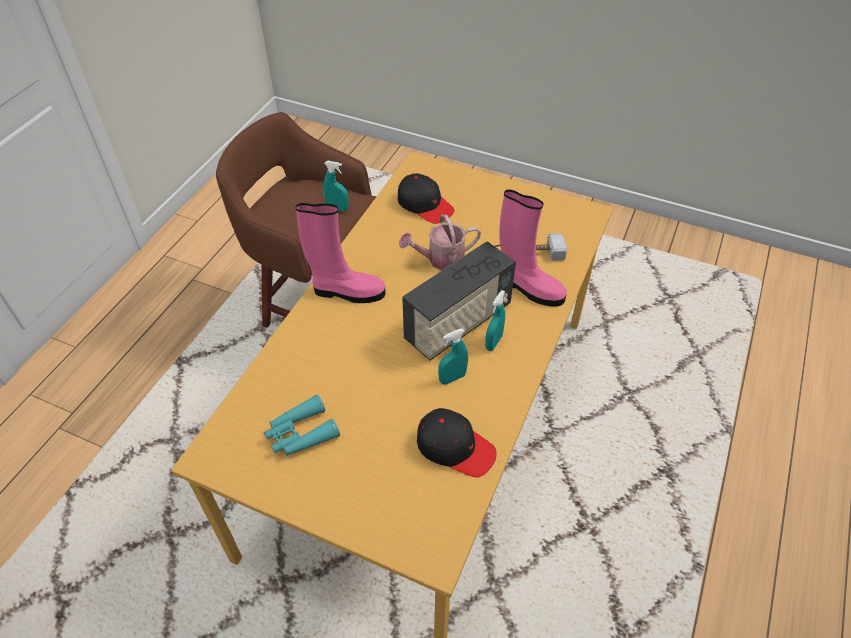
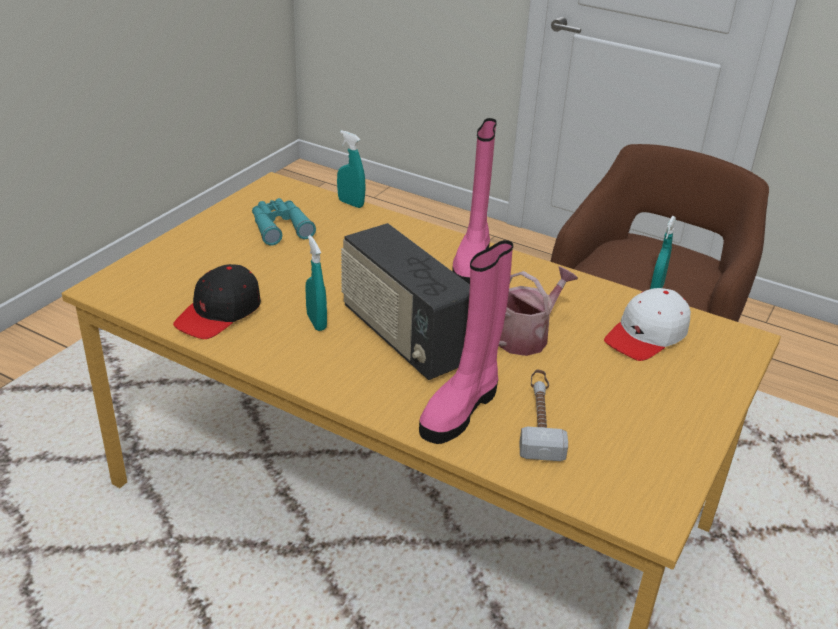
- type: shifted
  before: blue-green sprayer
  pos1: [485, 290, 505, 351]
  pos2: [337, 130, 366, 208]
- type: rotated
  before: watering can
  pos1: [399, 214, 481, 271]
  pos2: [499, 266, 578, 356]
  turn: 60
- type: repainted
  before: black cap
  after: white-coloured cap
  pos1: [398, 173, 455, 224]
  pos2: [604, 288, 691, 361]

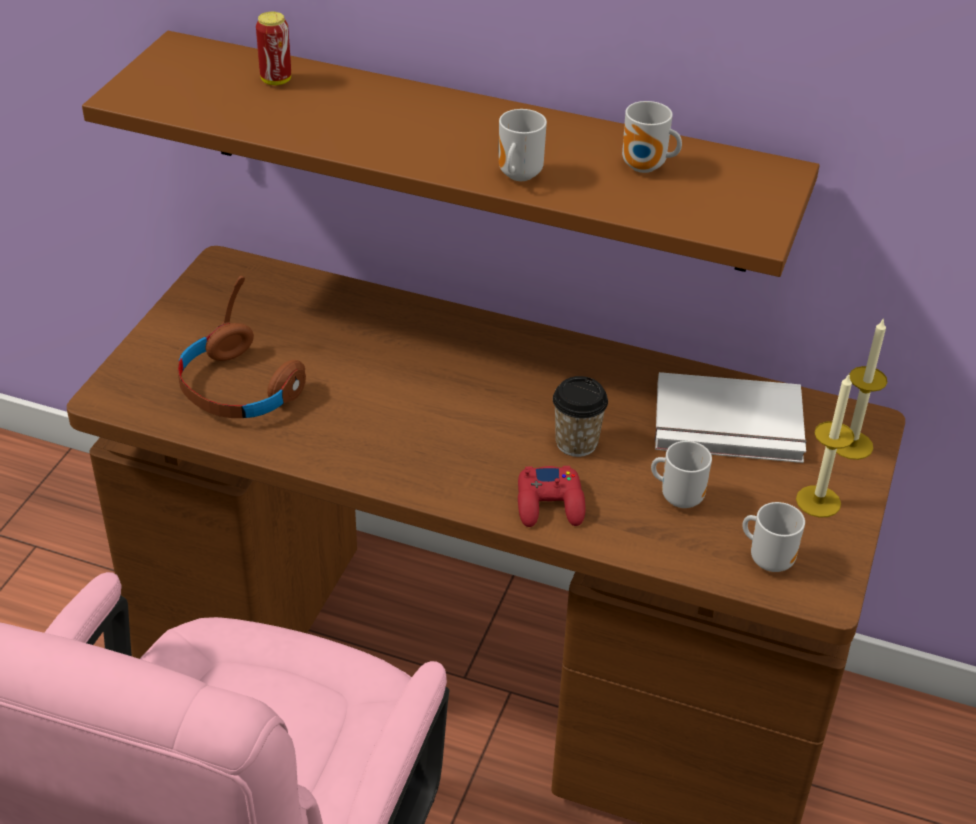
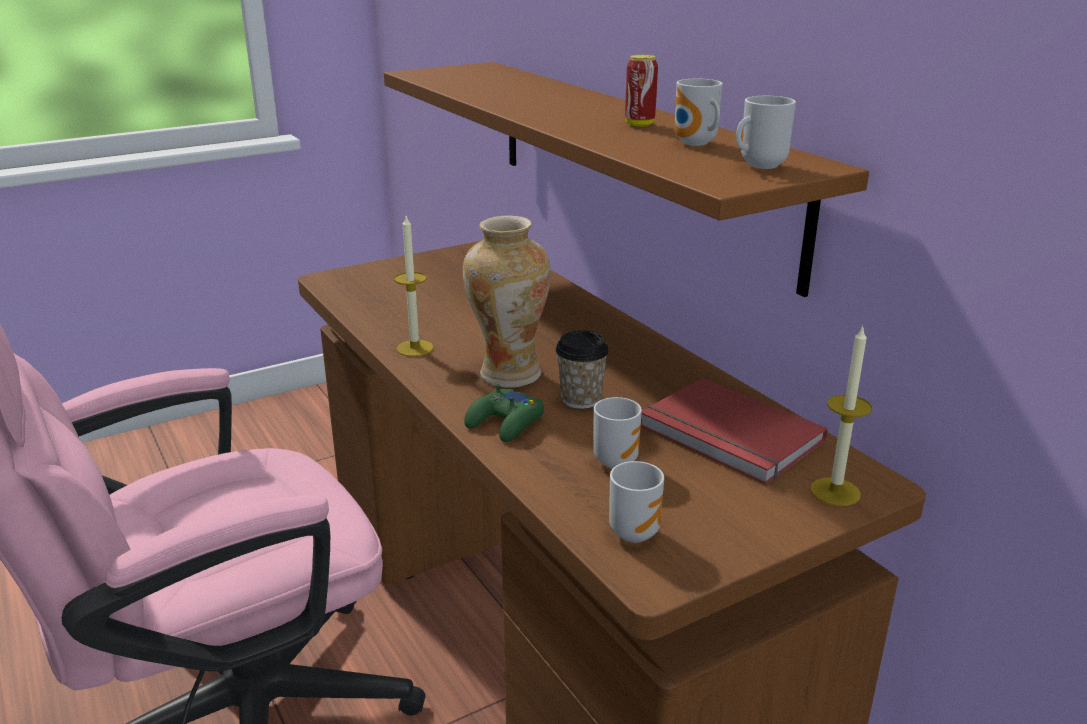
- type: shifted
  before: wax candle
  pos1: [796, 375, 855, 518]
  pos2: [394, 216, 434, 357]
- type: new
  after: flower vase
  pos2: [463, 216, 551, 388]
- type: repainted
  before: reddish joypad
  after: green joypad
  pos1: [518, 466, 585, 527]
  pos2: [464, 384, 544, 442]
- type: shifted
  before: sealed can
  pos1: [256, 12, 291, 85]
  pos2: [625, 54, 658, 127]
- type: repainted
  before: white-coloured book
  after: reddish book
  pos1: [655, 372, 806, 463]
  pos2: [641, 378, 828, 484]
- type: shifted
  before: mug
  pos1: [499, 109, 547, 181]
  pos2: [736, 96, 796, 169]
- type: gone
  before: brown headset
  pos1: [177, 276, 306, 418]

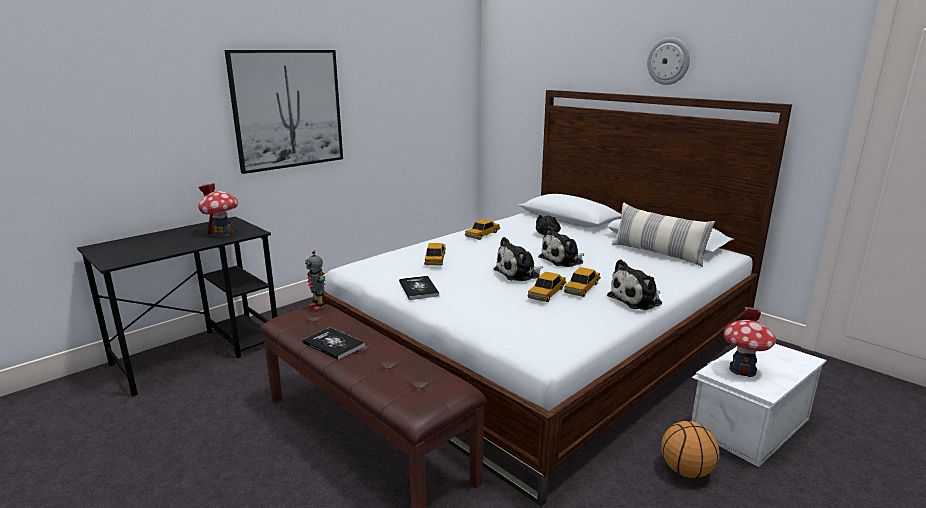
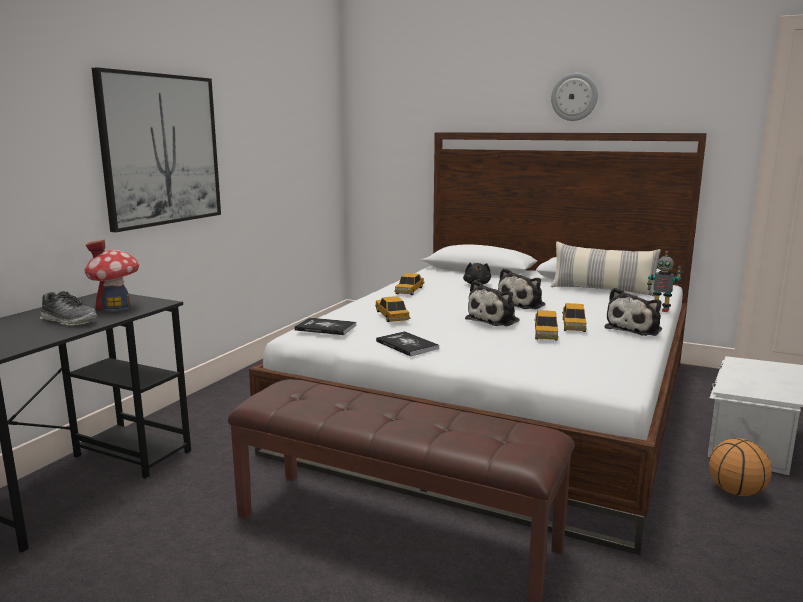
- type: new
  after: low shoe
  pos2: [40, 291, 98, 325]
- type: shifted
  before: book
  pos1: [302, 327, 365, 360]
  pos2: [295, 317, 357, 335]
- type: shifted
  before: model robot
  pos1: [305, 251, 325, 311]
  pos2: [647, 251, 682, 312]
- type: gone
  before: miniature house
  pos1: [724, 307, 776, 377]

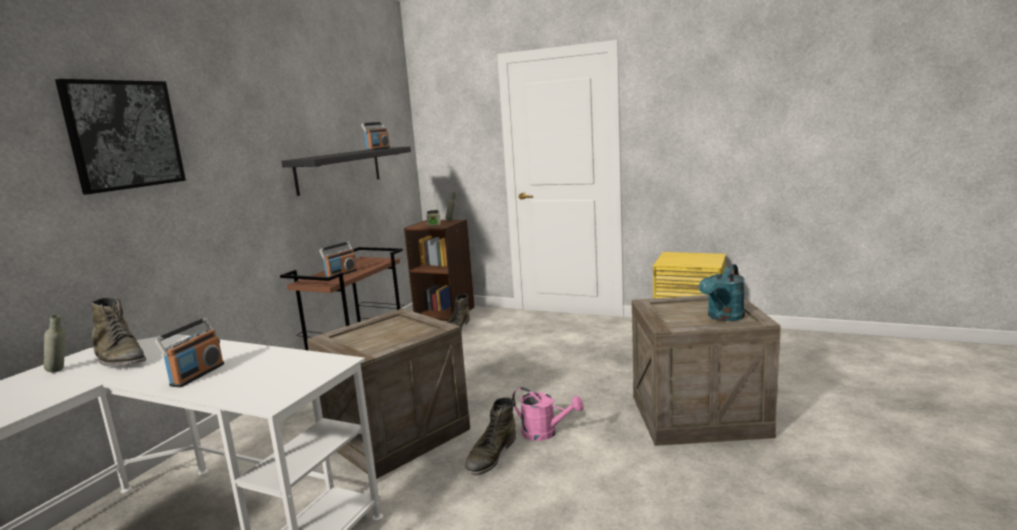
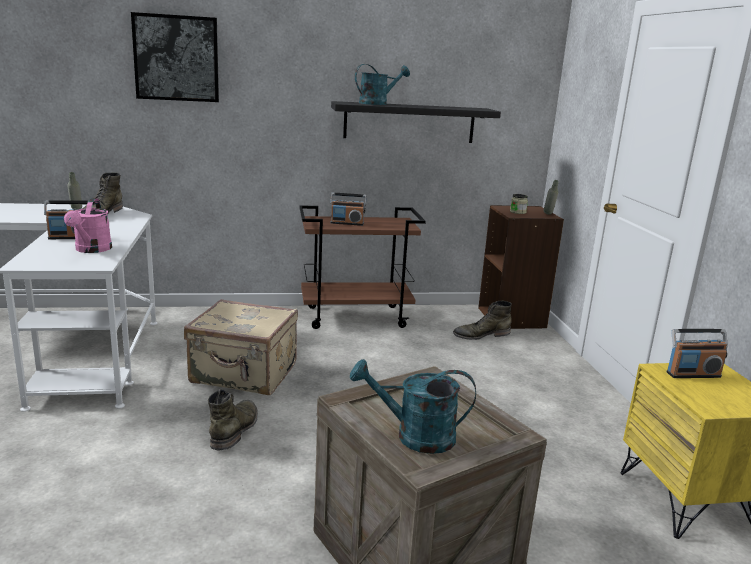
- type: shifted
  before: pinkish watering can
  pos1: [512, 387, 584, 441]
  pos2: [64, 198, 112, 253]
- type: swapped
  before: crate
  after: sand-coloured piece of luggage
  pos1: [307, 308, 470, 479]
  pos2: [184, 299, 298, 395]
- type: rotated
  before: green high-top boot
  pos1: [464, 397, 516, 476]
  pos2: [208, 389, 258, 451]
  turn: 105
- type: new
  after: blue-green watering can
  pos2: [355, 64, 410, 105]
- type: shifted
  before: radio receiver
  pos1: [361, 122, 390, 151]
  pos2: [667, 329, 728, 378]

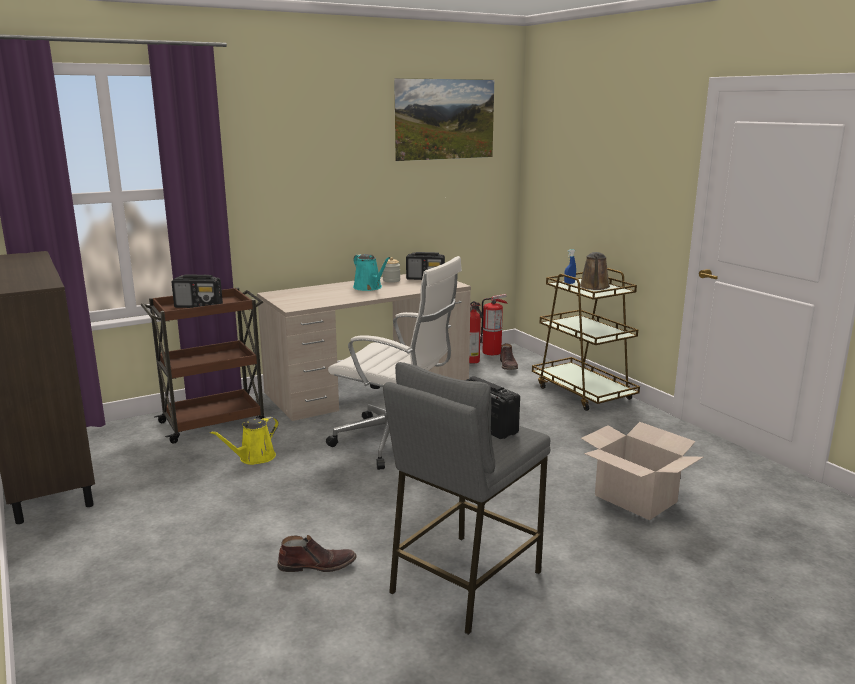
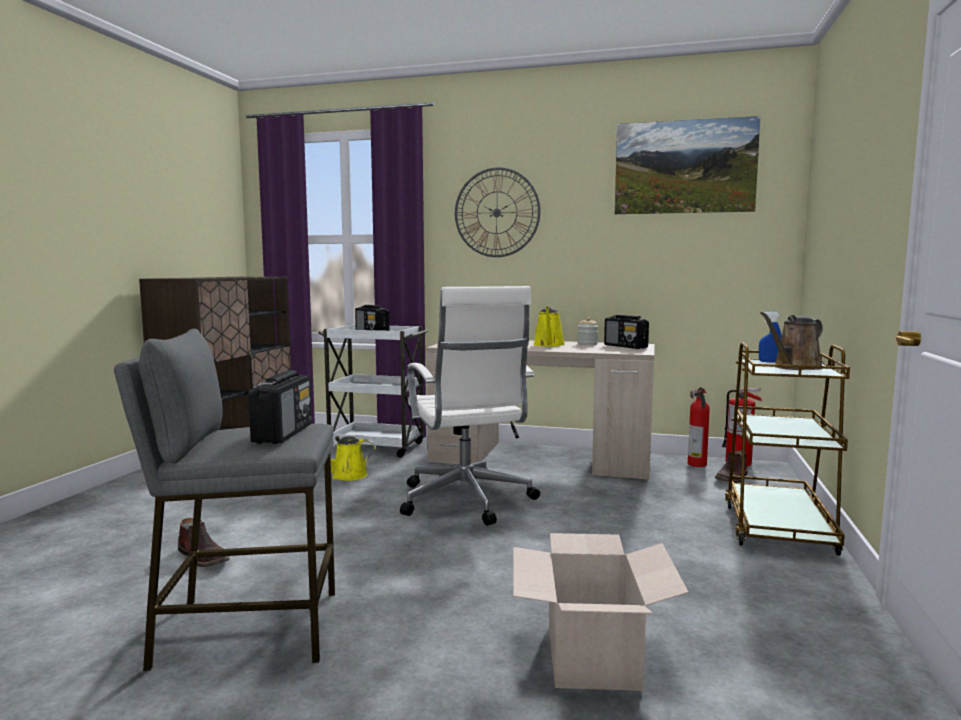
- type: repainted
  before: brown cart
  after: white-coloured cart
  pos1: [141, 288, 264, 444]
  pos2: [318, 324, 429, 457]
- type: new
  after: wall clock
  pos2: [455, 168, 540, 257]
- type: repainted
  before: blue-green watering can
  after: yellow watering can
  pos1: [353, 254, 390, 291]
  pos2: [533, 306, 565, 347]

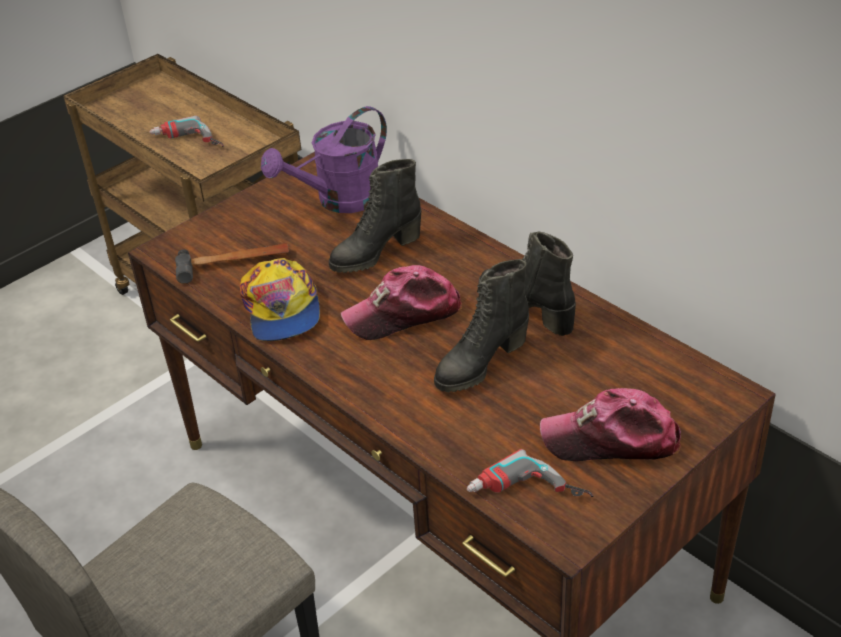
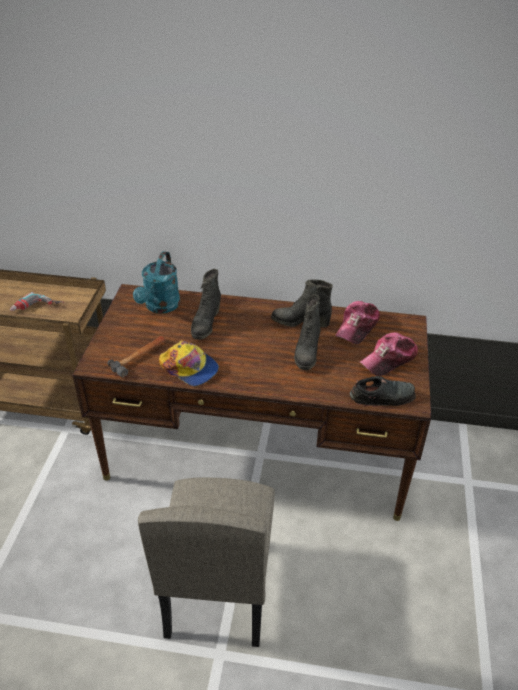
- type: repainted
  before: purple-coloured watering can
  after: blue-green watering can
  pos1: [261, 106, 387, 213]
  pos2: [133, 251, 180, 314]
- type: shifted
  before: cap
  pos1: [341, 265, 462, 340]
  pos2: [335, 301, 380, 344]
- type: swapped
  before: electric drill
  after: black low shoe
  pos1: [467, 449, 594, 497]
  pos2: [350, 376, 416, 406]

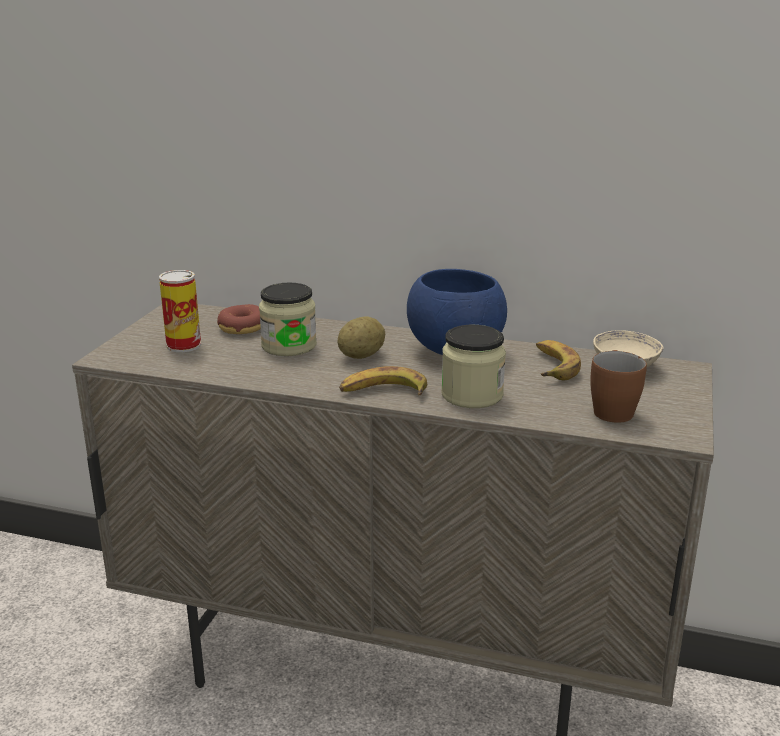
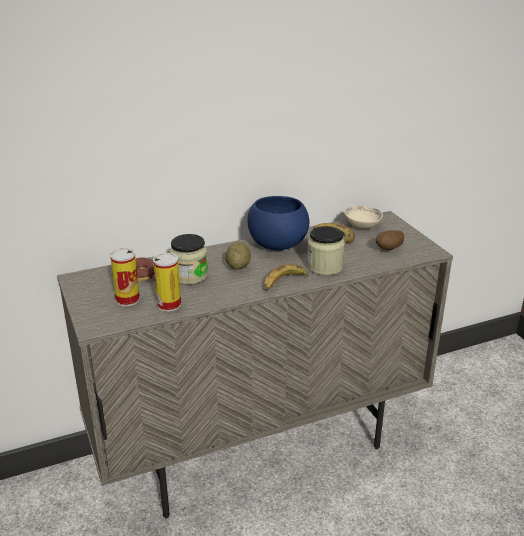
- type: new
  after: sealed can
  pos2: [153, 253, 181, 312]
- type: swapped
  before: brown mug
  after: potato
  pos1: [590, 350, 647, 423]
  pos2: [376, 230, 404, 250]

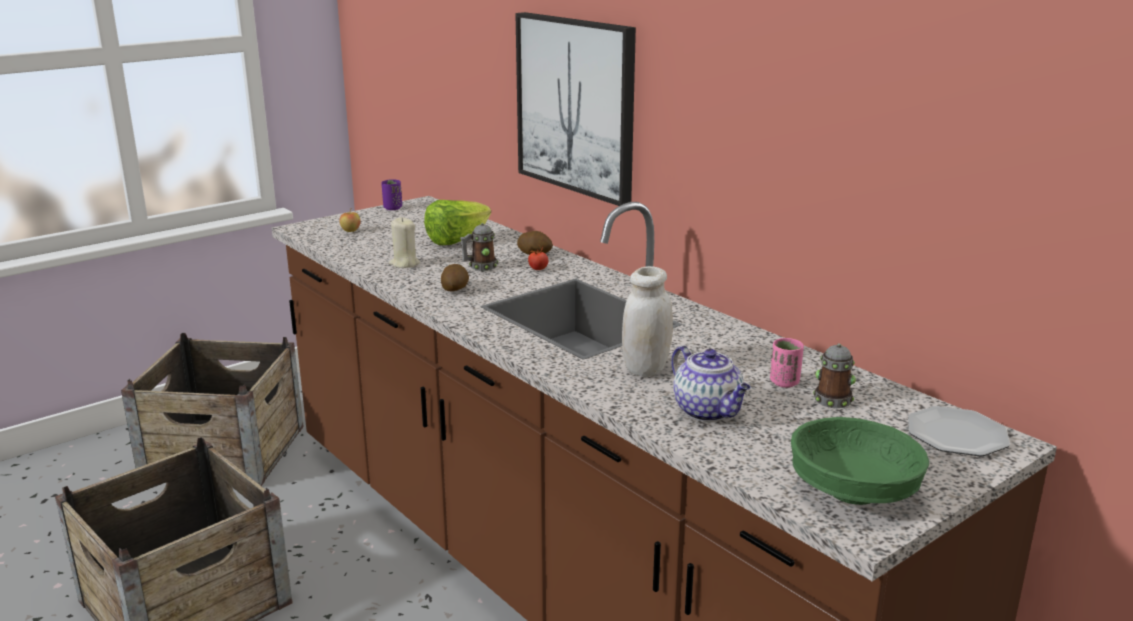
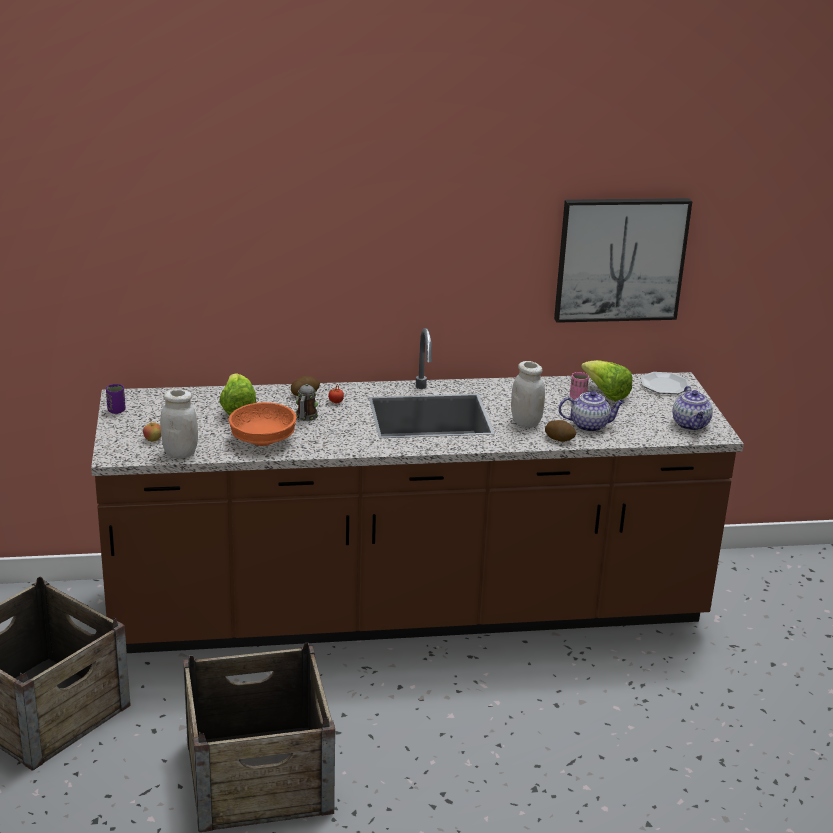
- type: new
  after: white-coloured preserve jar
  pos2: [160, 389, 198, 458]
- type: swapped
  before: sand-coloured wax candle
  after: orangey deep dish
  pos1: [389, 217, 420, 268]
  pos2: [229, 402, 297, 446]
- type: shifted
  before: potato
  pos1: [441, 264, 469, 291]
  pos2: [545, 420, 576, 442]
- type: shifted
  before: wall art
  pos1: [515, 12, 636, 206]
  pos2: [554, 198, 692, 323]
- type: swapped
  before: mug
  after: lettuce head
  pos1: [813, 343, 856, 408]
  pos2: [581, 360, 633, 402]
- type: swapped
  before: green deep dish
  after: pot for tea
  pos1: [791, 417, 929, 505]
  pos2: [672, 386, 713, 431]

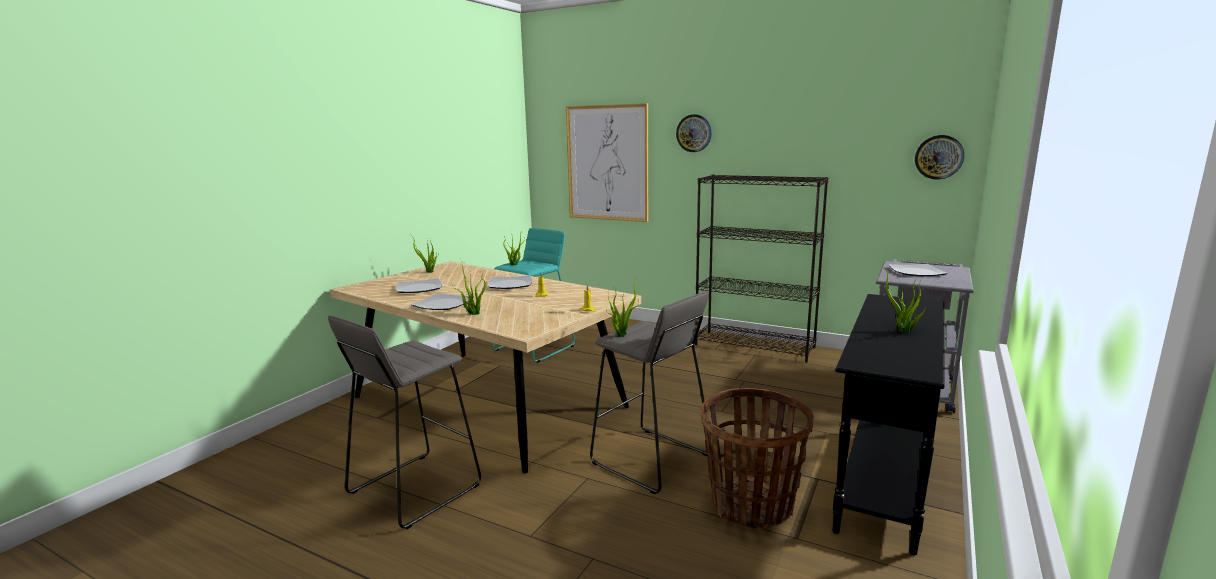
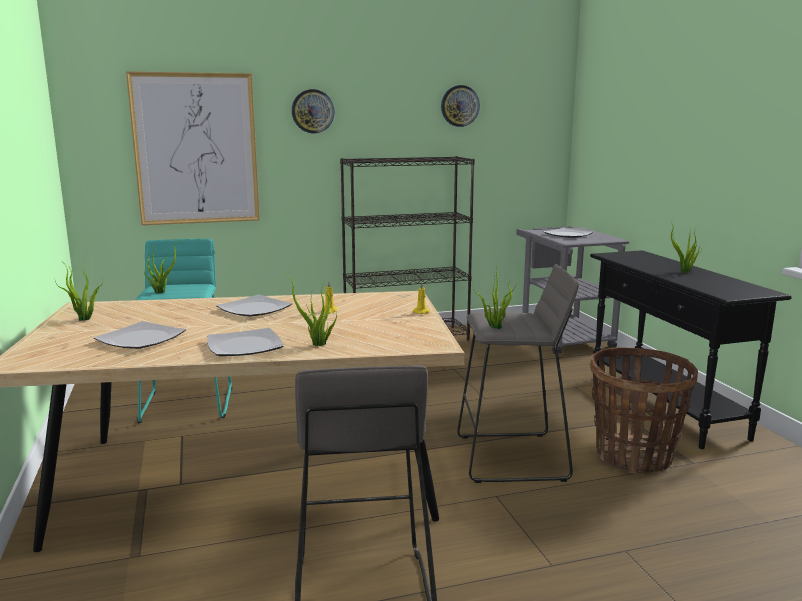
- type: shifted
  before: wall clock
  pos1: [915, 135, 964, 180]
  pos2: [441, 85, 480, 127]

